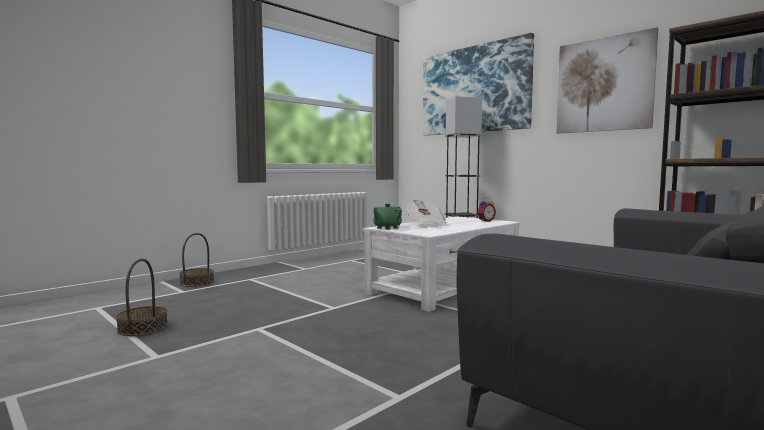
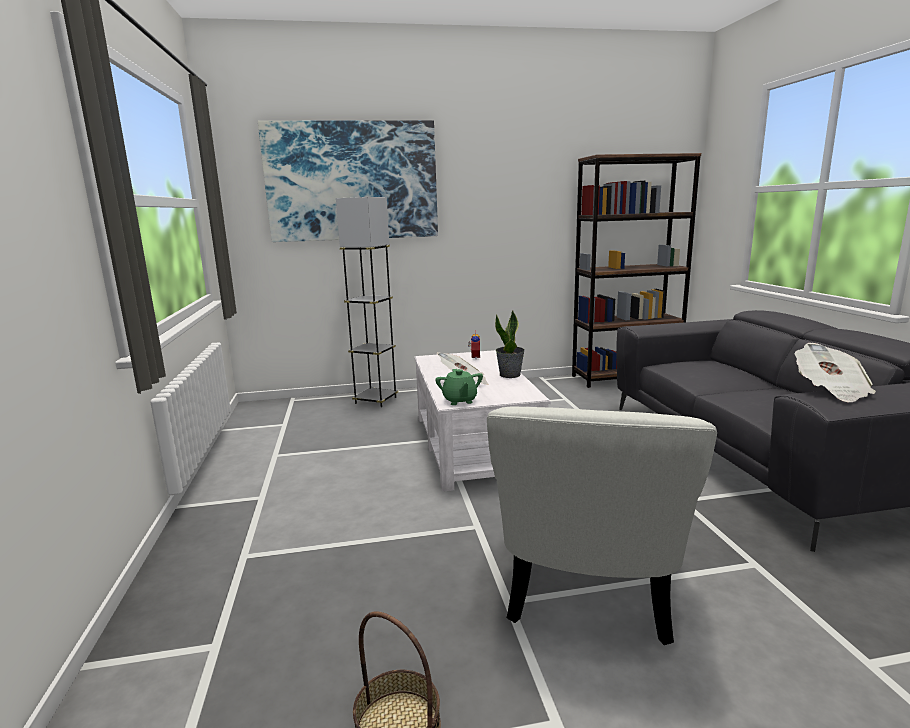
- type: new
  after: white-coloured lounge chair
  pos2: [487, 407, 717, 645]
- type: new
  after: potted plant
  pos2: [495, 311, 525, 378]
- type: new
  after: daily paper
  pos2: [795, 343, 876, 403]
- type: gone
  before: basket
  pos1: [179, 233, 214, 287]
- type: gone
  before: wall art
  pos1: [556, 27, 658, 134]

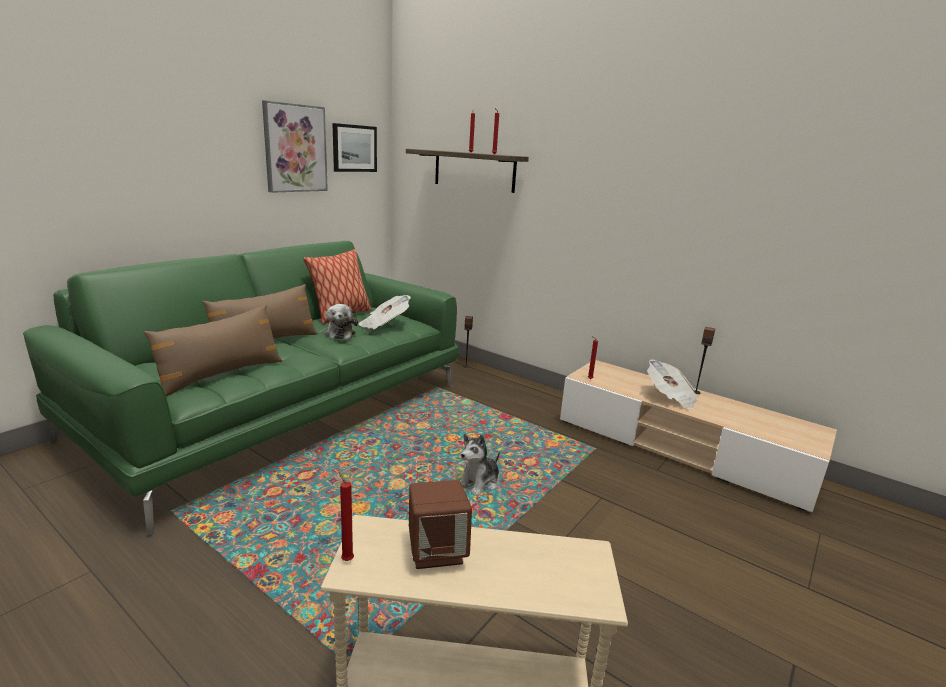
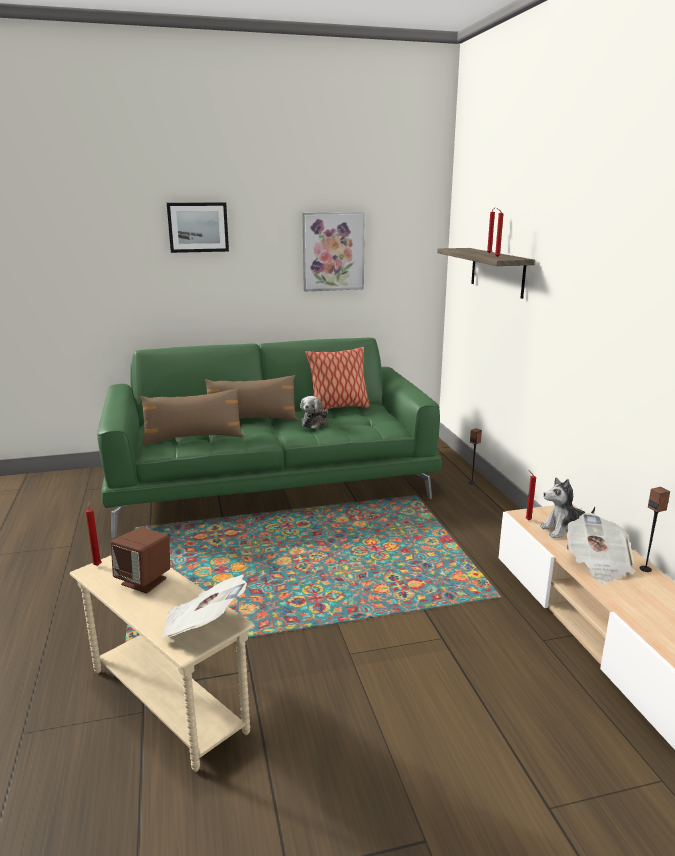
- type: shifted
  before: daily paper
  pos1: [359, 295, 411, 329]
  pos2: [160, 575, 247, 639]
- type: shifted
  before: wall art
  pos1: [332, 123, 377, 172]
  pos2: [167, 202, 229, 253]
- type: shifted
  before: plush toy
  pos1: [460, 434, 500, 496]
  pos2: [540, 477, 595, 538]

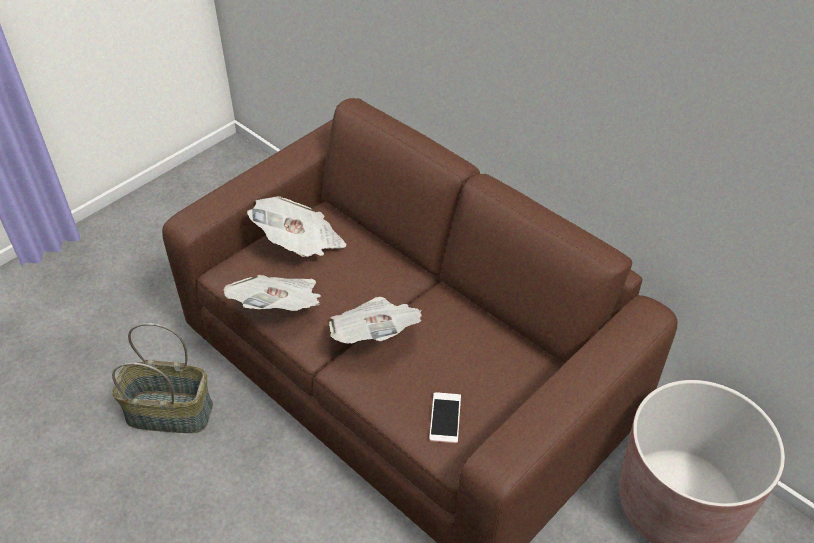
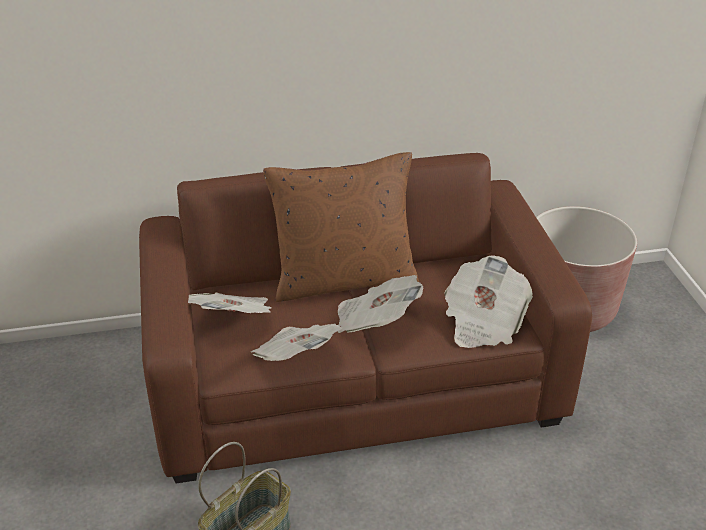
- type: new
  after: brown throw pillow
  pos2: [263, 152, 419, 302]
- type: swapped
  before: handset
  after: daily paper
  pos1: [429, 392, 461, 443]
  pos2: [444, 255, 533, 348]

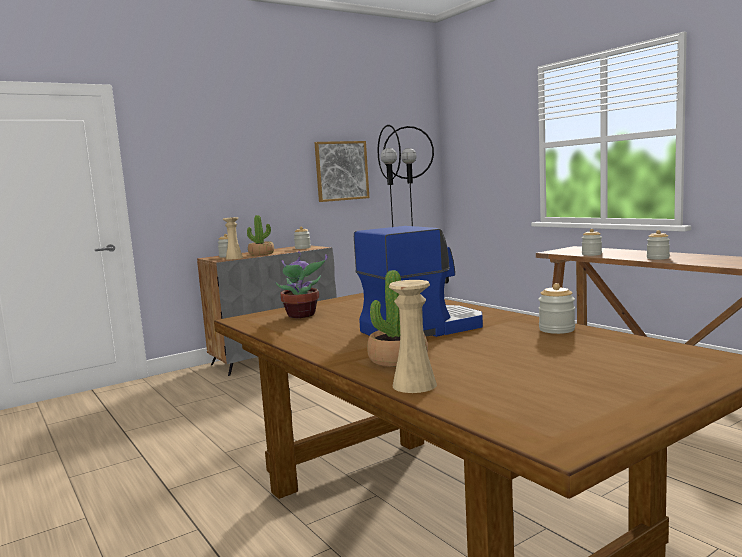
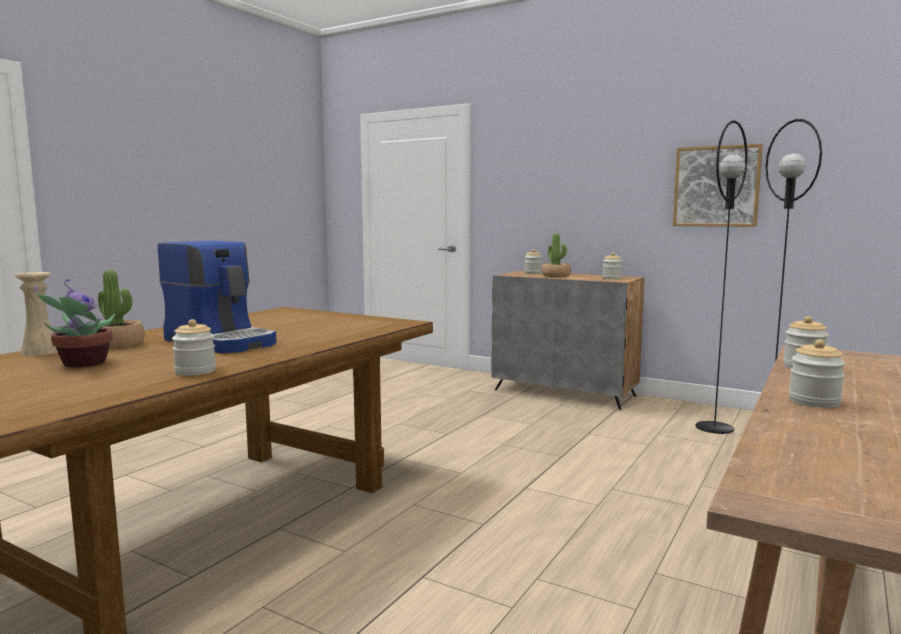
- type: shifted
  before: potted plant
  pos1: [275, 251, 327, 318]
  pos2: [34, 279, 115, 367]
- type: gone
  before: sand-coloured flower vase
  pos1: [223, 217, 243, 260]

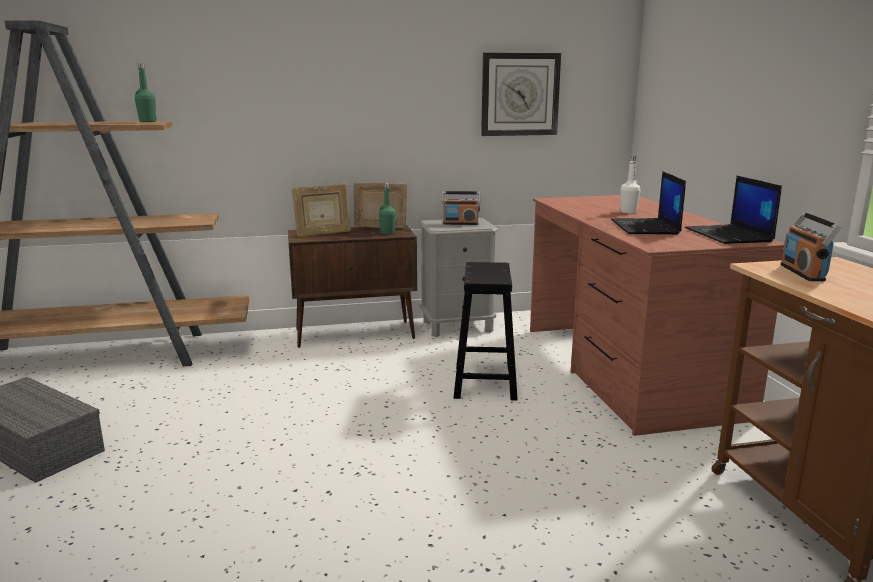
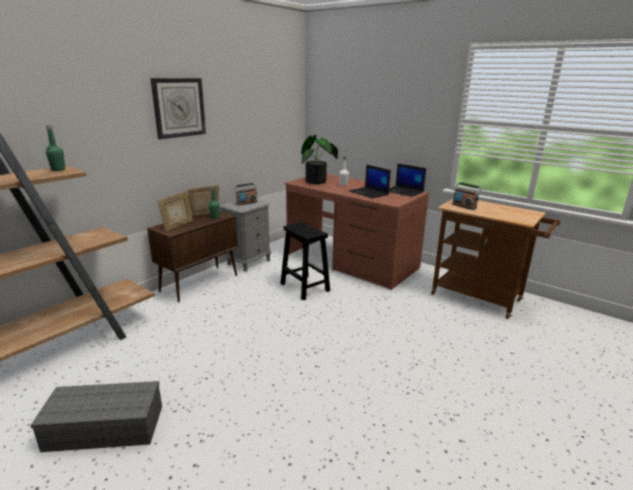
- type: shifted
  before: wall clock
  pos1: [481, 52, 561, 136]
  pos2: [150, 78, 206, 139]
- type: new
  after: potted plant
  pos2: [301, 135, 338, 184]

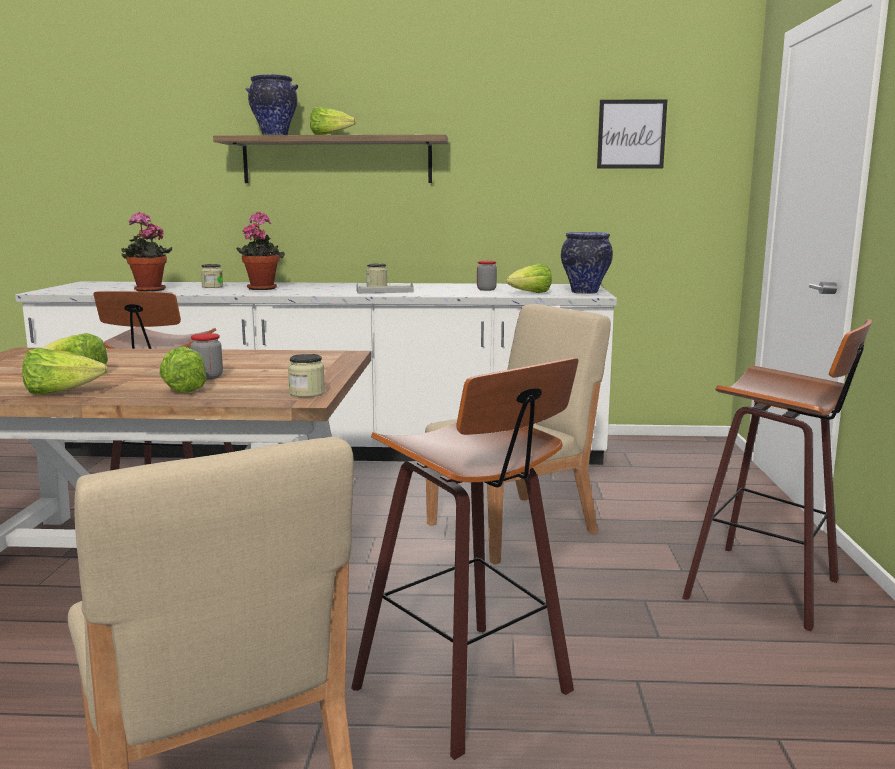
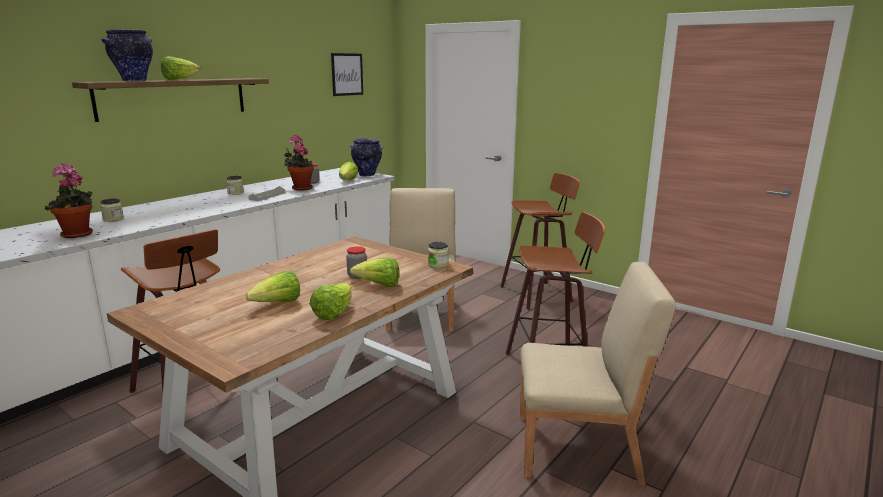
- type: shifted
  before: potted plant
  pos1: [236, 211, 285, 290]
  pos2: [284, 135, 314, 191]

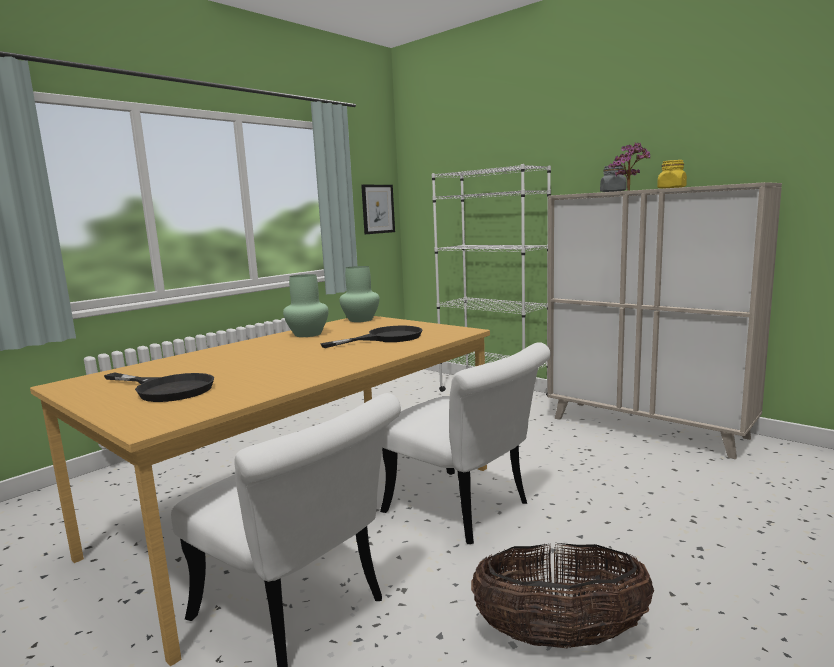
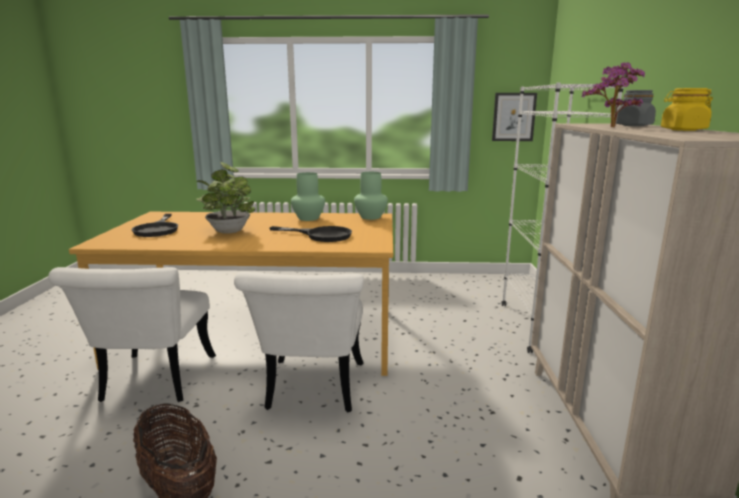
- type: new
  after: potted plant
  pos2: [196, 162, 255, 234]

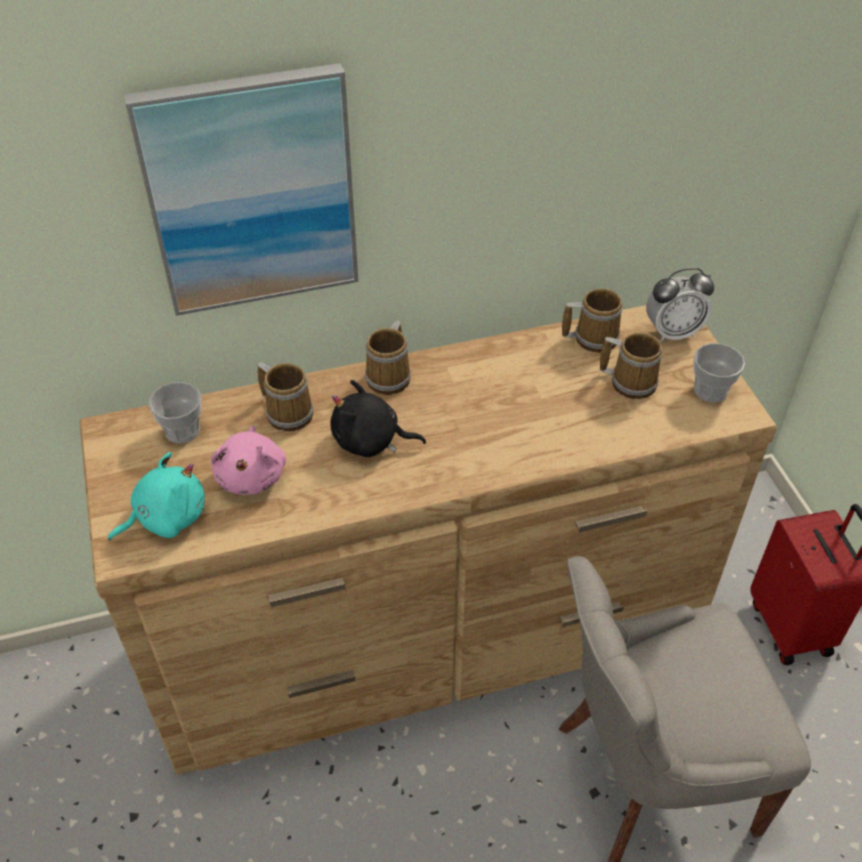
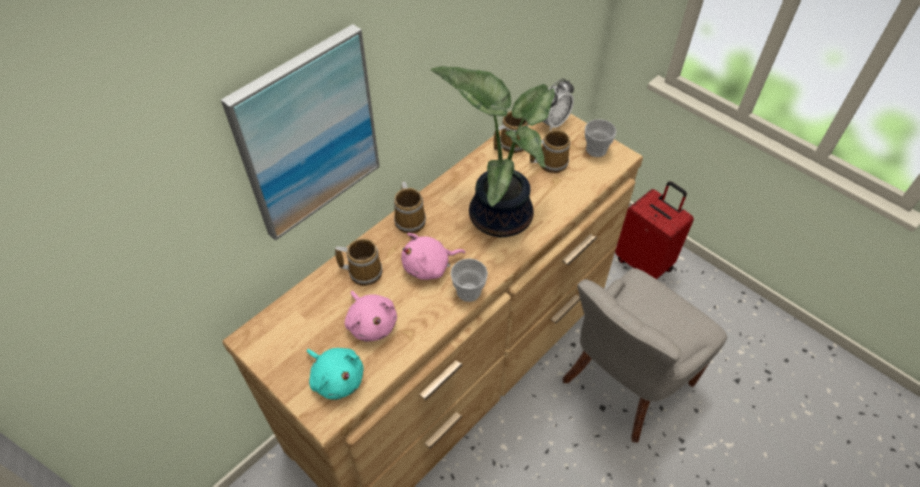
- type: rotated
  before: blue-green plush toy
  pos1: [108, 452, 205, 541]
  pos2: [307, 348, 364, 400]
  turn: 105
- type: repainted
  before: black plush toy
  after: pinkish plush toy
  pos1: [330, 380, 426, 457]
  pos2: [401, 233, 465, 280]
- type: new
  after: potted plant
  pos2: [431, 66, 555, 237]
- type: shifted
  before: drinking cup
  pos1: [149, 382, 201, 443]
  pos2: [451, 258, 488, 302]

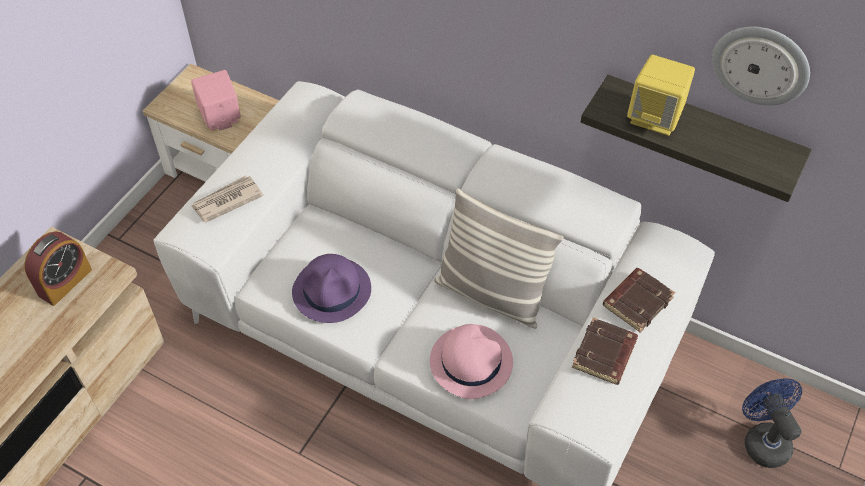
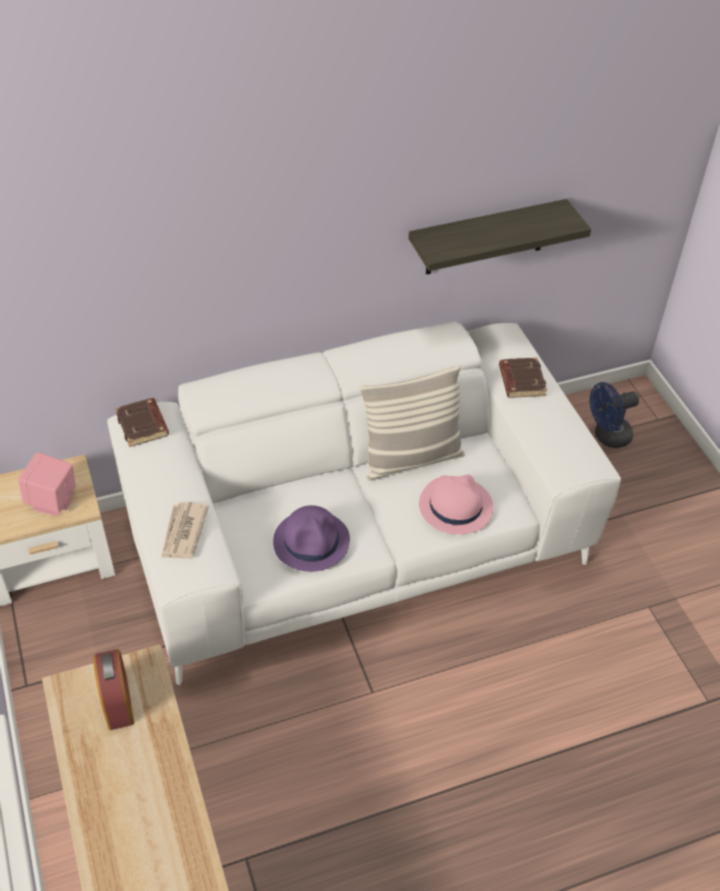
- type: shifted
  before: brown book
  pos1: [572, 317, 638, 385]
  pos2: [115, 398, 169, 447]
- type: rotated
  before: blue electric fan
  pos1: [742, 378, 802, 468]
  pos2: [590, 382, 639, 448]
  turn: -45
- type: gone
  before: yellow speaker
  pos1: [627, 55, 695, 136]
- type: gone
  before: wall clock
  pos1: [712, 27, 810, 106]

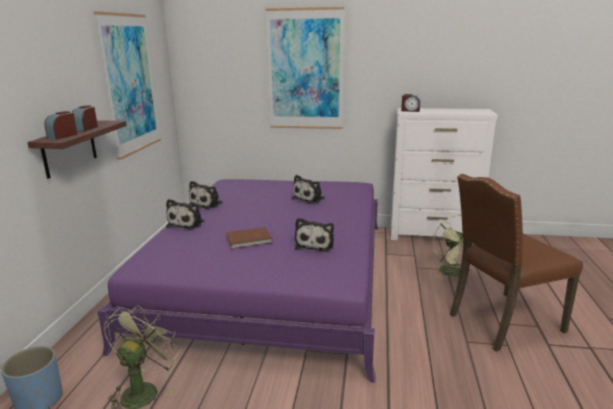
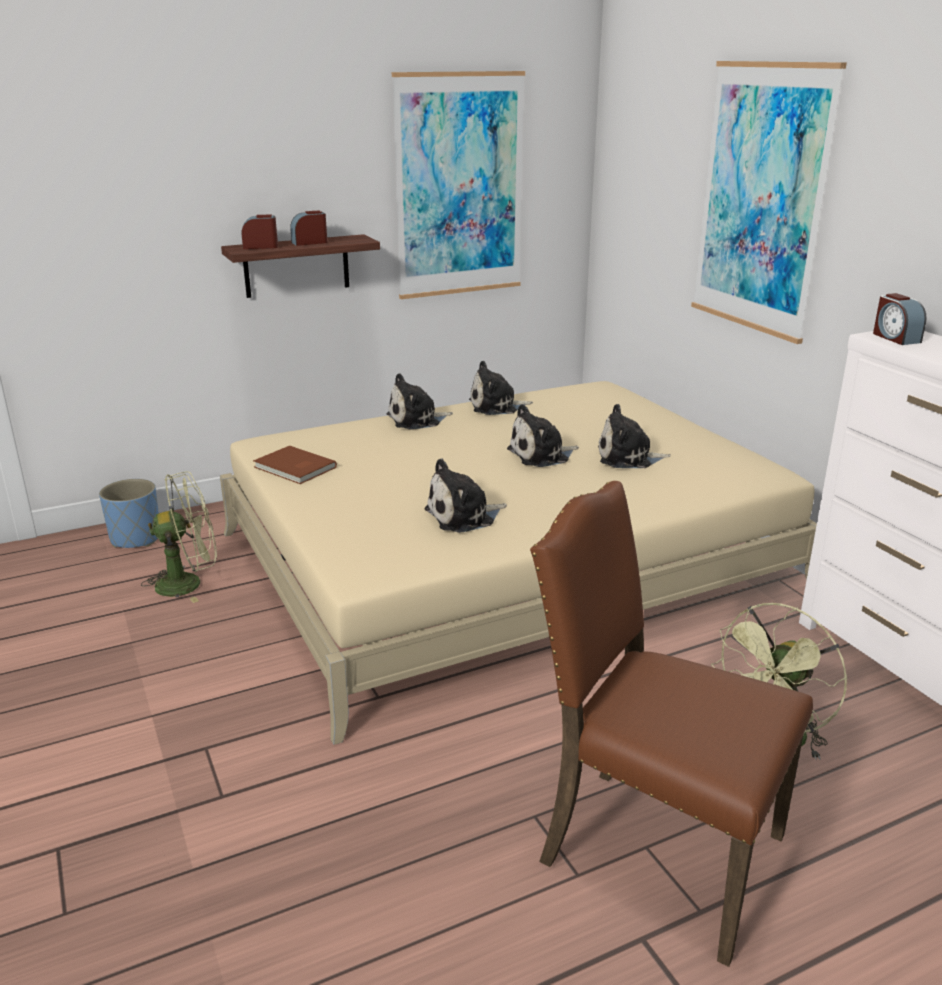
- type: repainted
  before: purple-coloured bedroom bed
  after: sand-coloured bedroom bed
  pos1: [97, 179, 378, 383]
  pos2: [220, 381, 817, 745]
- type: shifted
  before: brown book
  pos1: [226, 227, 272, 249]
  pos2: [253, 446, 337, 484]
- type: new
  after: plush toy
  pos2: [507, 404, 579, 467]

